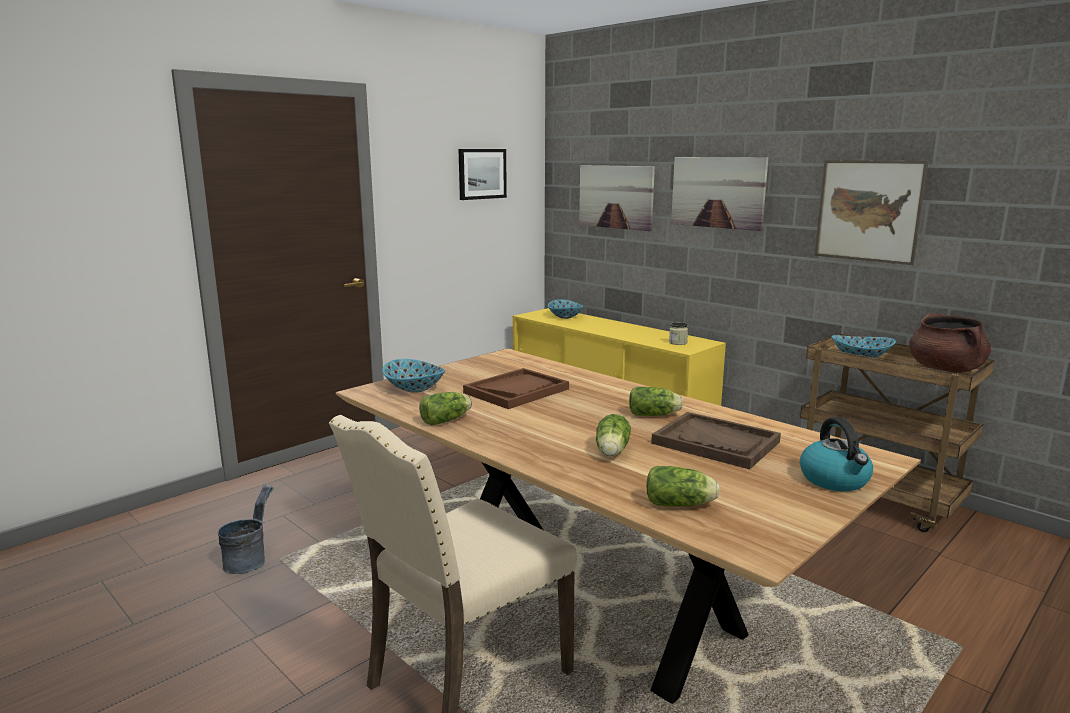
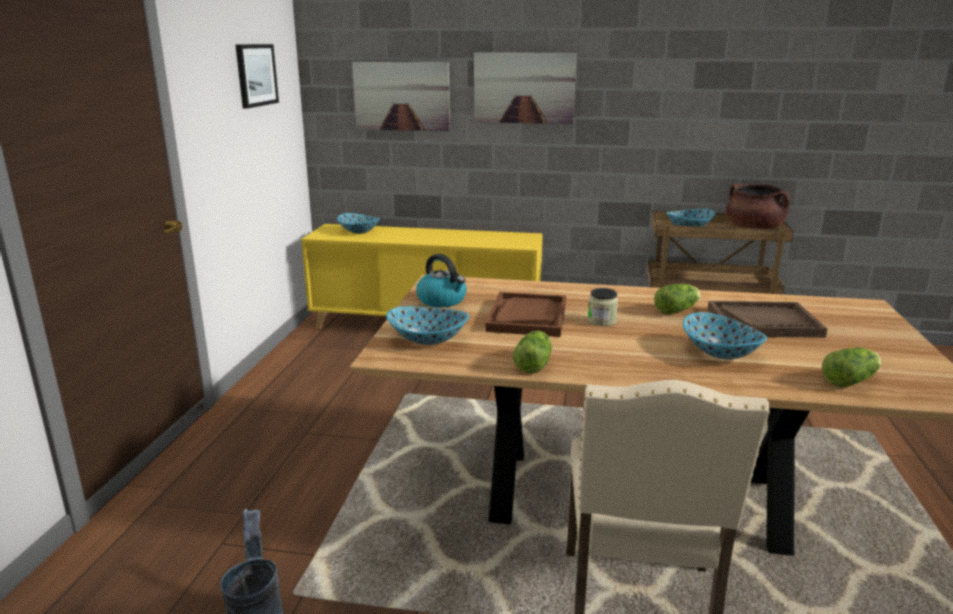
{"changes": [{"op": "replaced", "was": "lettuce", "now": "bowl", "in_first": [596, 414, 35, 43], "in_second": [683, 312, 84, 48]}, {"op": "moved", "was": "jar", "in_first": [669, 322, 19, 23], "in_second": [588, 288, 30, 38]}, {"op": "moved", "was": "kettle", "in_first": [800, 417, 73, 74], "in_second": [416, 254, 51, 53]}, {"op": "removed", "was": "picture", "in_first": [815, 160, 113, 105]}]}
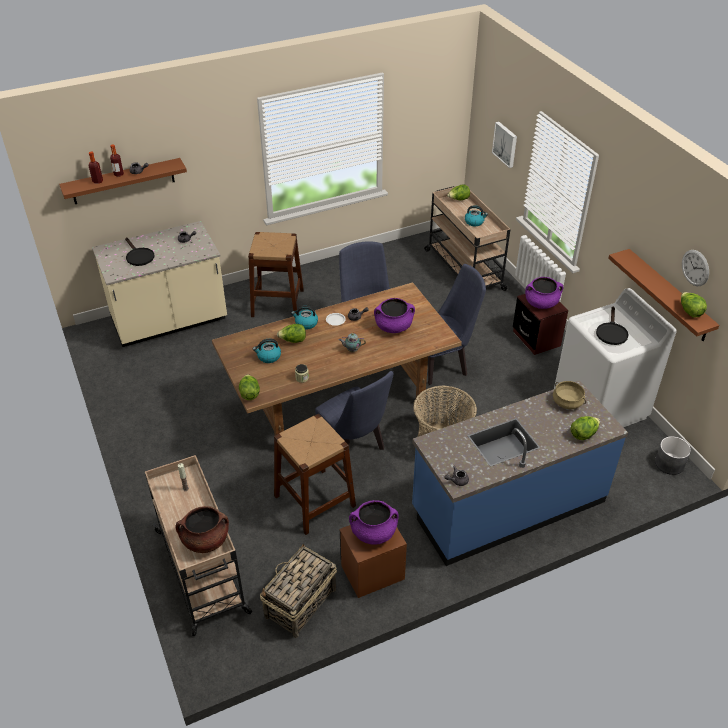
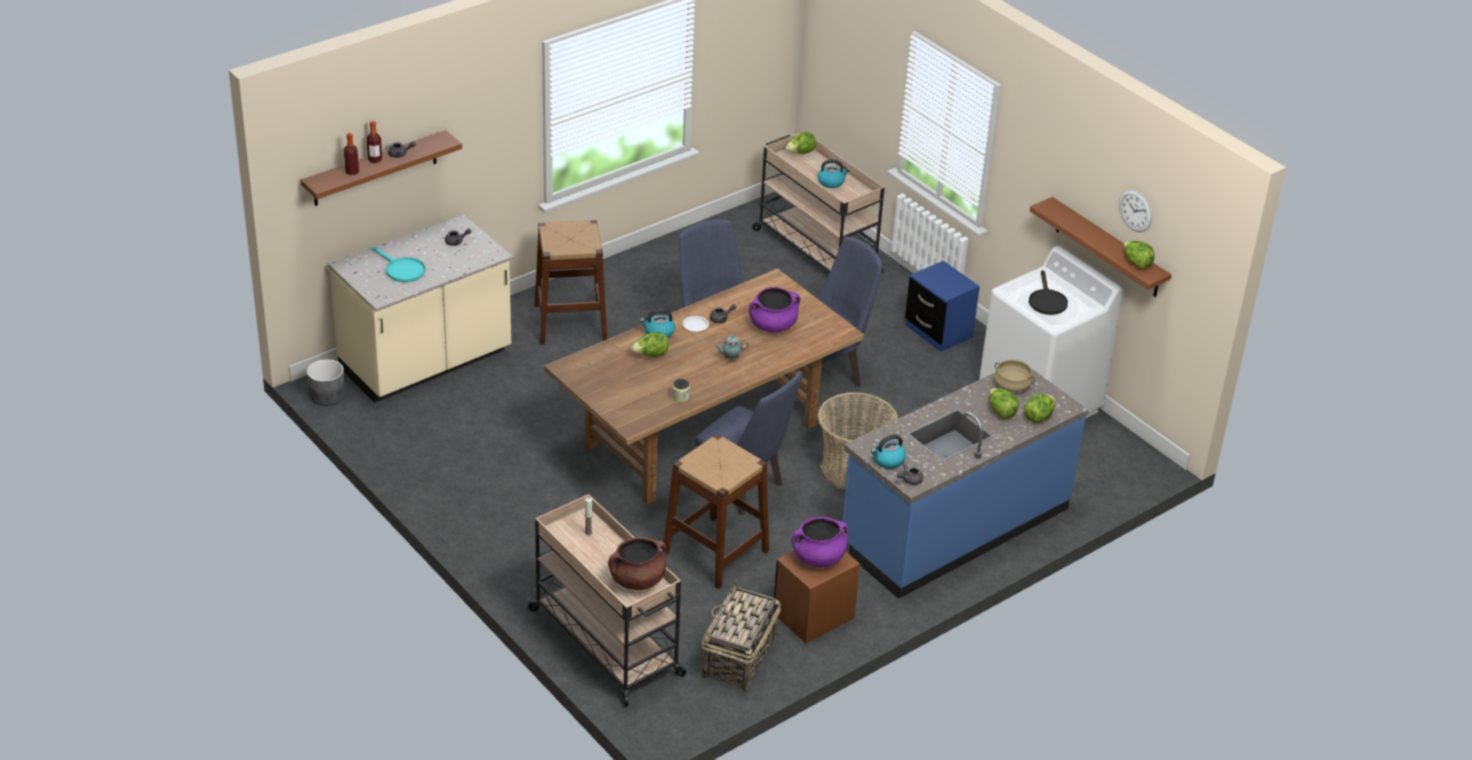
{"changes": [{"op": "recoloured", "was": "black frying pan", "now": "turquoise frying pan", "in_first": [125, 238, 29, 28], "in_second": [372, 246, 53, 36]}, {"op": "moved", "was": "lettuce", "in_first": [239, 374, 21, 26], "in_second": [989, 388, 29, 31]}, {"op": "moved", "was": "kettle", "in_first": [253, 339, 28, 24], "in_second": [871, 434, 35, 35]}, {"op": "removed", "was": "picture", "in_first": [492, 122, 25, 46]}, {"op": "recoloured", "was": "brown nightstand", "now": "blue nightstand", "in_first": [513, 294, 55, 61], "in_second": [905, 261, 75, 91]}, {"op": "removed", "was": "purple cooking pot", "in_first": [525, 277, 39, 32]}, {"op": "moved", "was": "grey planter", "in_first": [655, 436, 36, 39], "in_second": [307, 359, 39, 47]}]}
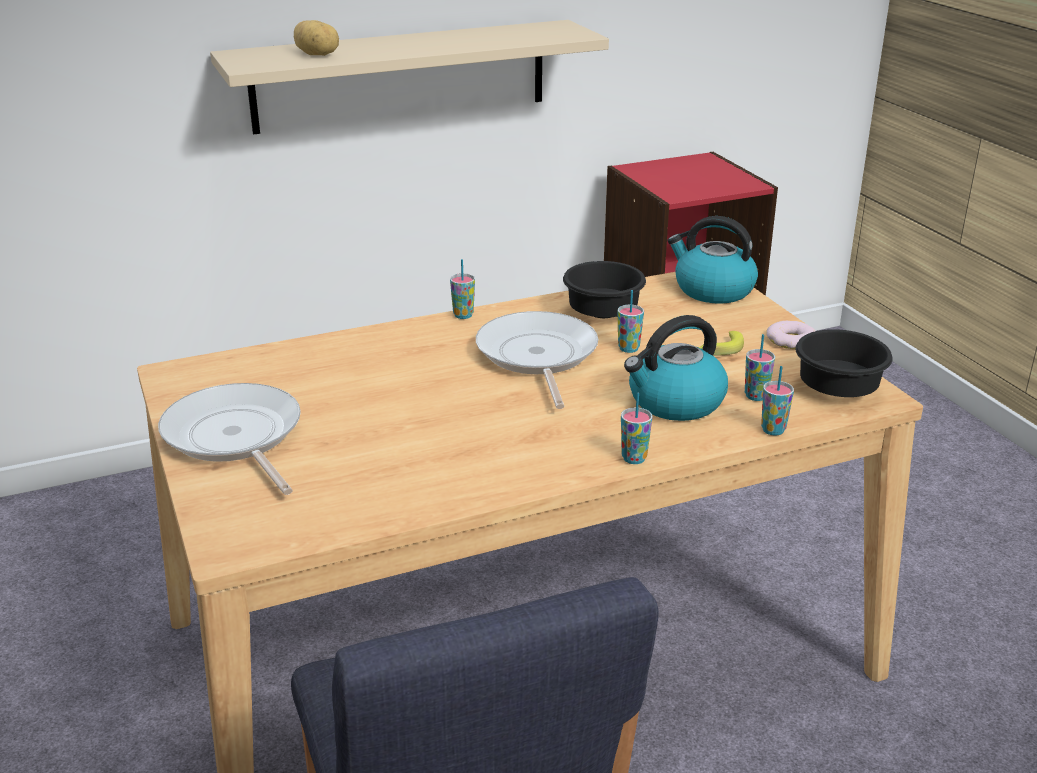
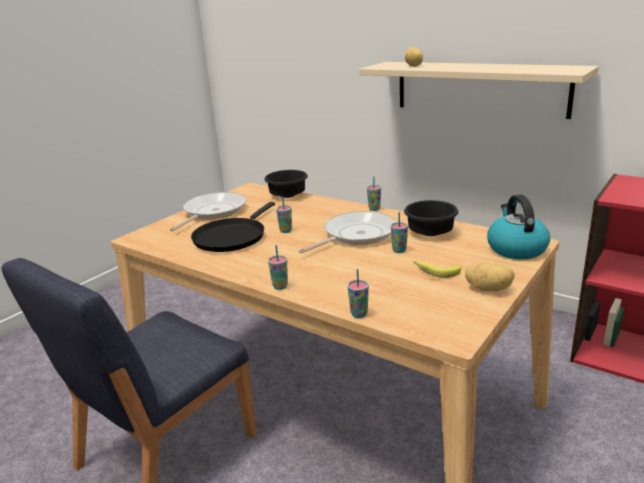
{"changes": [{"op": "removed", "was": "kettle", "in_first": [624, 315, 104, 106]}, {"op": "moved", "was": "cup", "in_first": [745, 334, 30, 67], "in_second": [276, 196, 16, 37]}, {"op": "replaced", "was": "donut", "now": "potato", "in_first": [766, 321, 50, 28], "in_second": [465, 263, 50, 29]}, {"op": "moved", "was": "black bowl", "in_first": [795, 329, 98, 68], "in_second": [264, 170, 44, 28]}, {"op": "added", "now": "black frying pan", "in_second": [191, 202, 84, 50]}]}
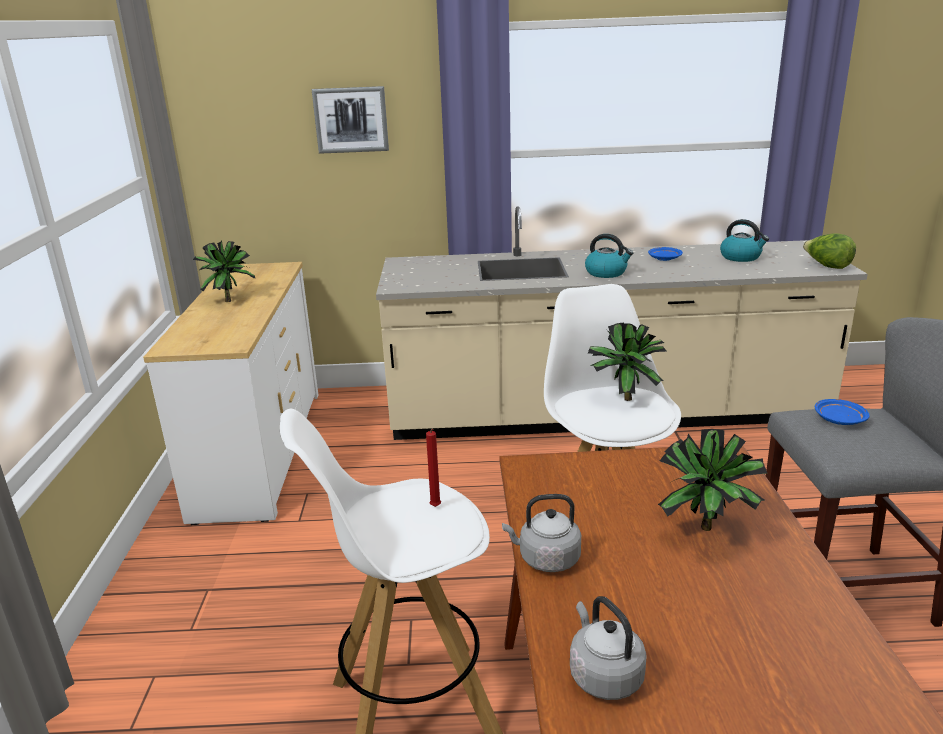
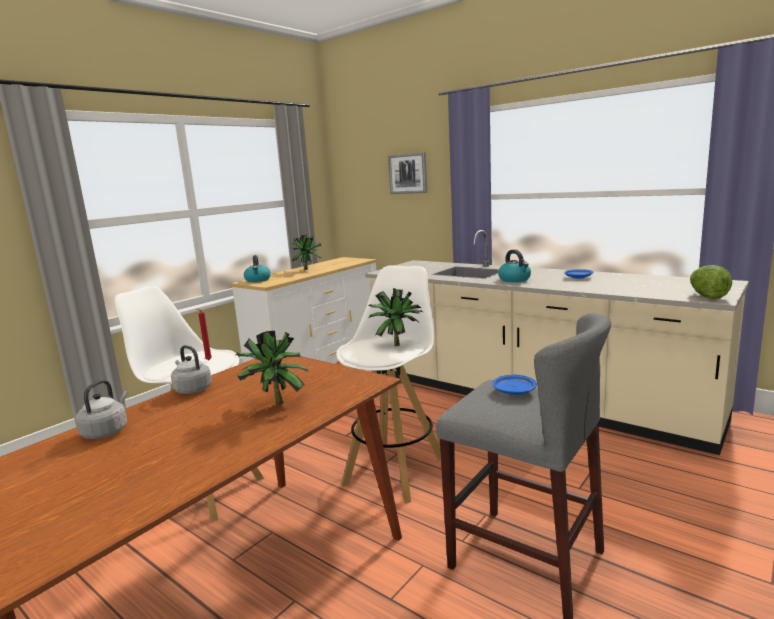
{"changes": [{"op": "moved", "was": "kettle", "in_first": [720, 219, 49, 43], "in_second": [244, 255, 27, 27]}]}
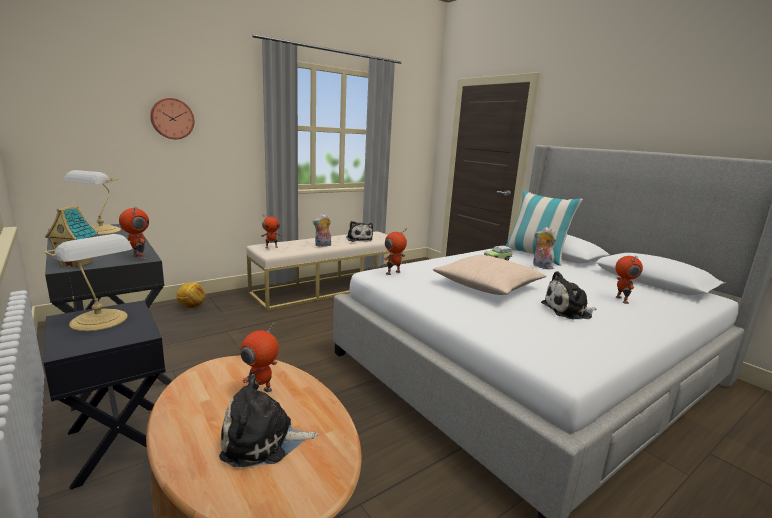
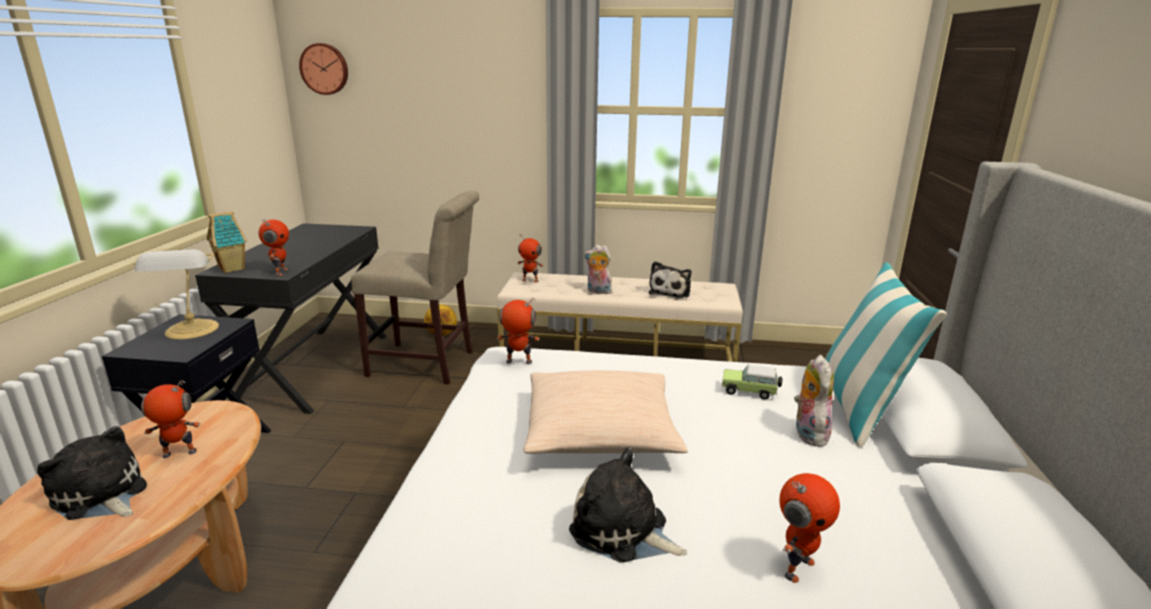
{"changes": [{"op": "removed", "was": "table lamp", "in_first": [63, 170, 58, 65]}, {"op": "moved", "was": "wall clock", "in_first": [150, 98, 44, 41], "in_second": [299, 43, 49, 52]}, {"op": "added", "now": "beige chair", "in_second": [351, 191, 128, 193]}]}
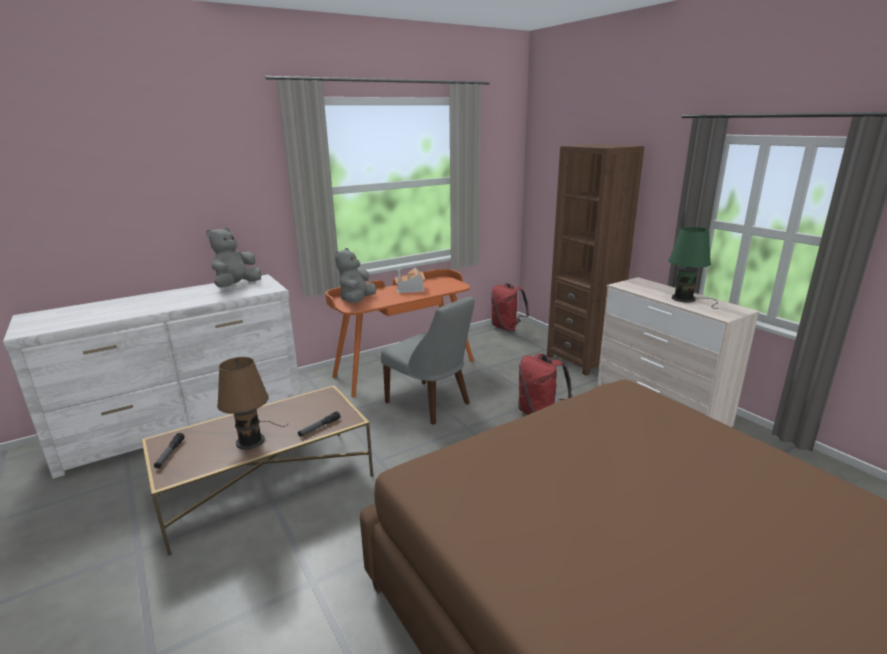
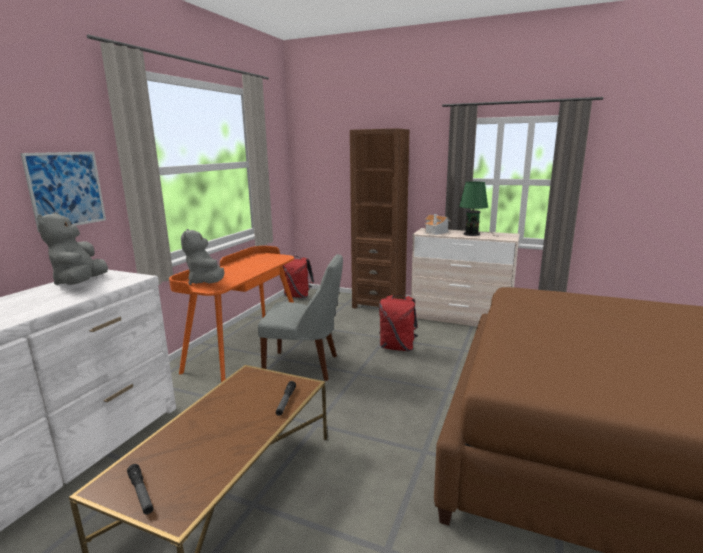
{"changes": [{"op": "removed", "was": "brown table lamp", "in_first": [217, 357, 72, 93]}, {"op": "moved", "was": "toy house", "in_first": [395, 268, 30, 25], "in_second": [424, 214, 27, 21]}, {"op": "added", "now": "picture", "in_second": [21, 152, 85, 80]}]}
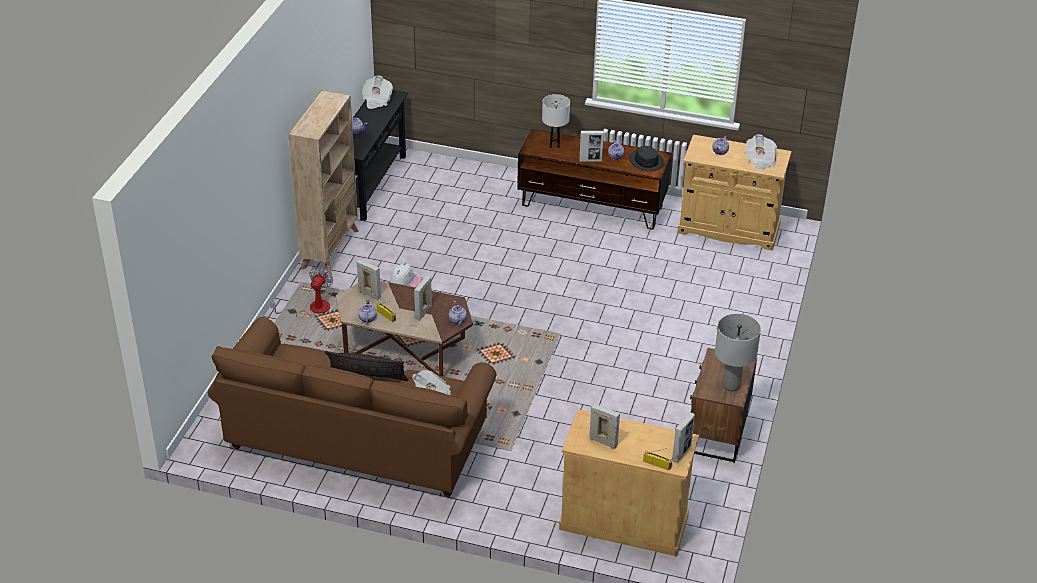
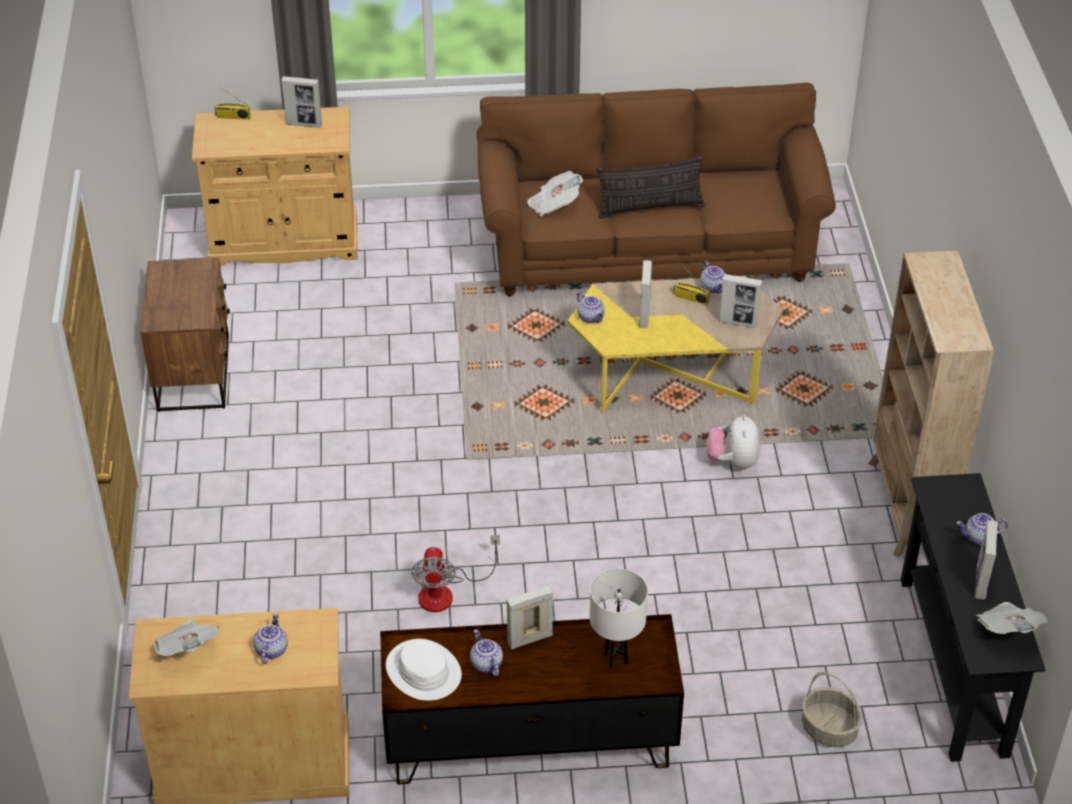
{"changes": [{"op": "moved", "was": "fan", "in_first": [270, 267, 63, 51], "in_second": [411, 535, 89, 77]}, {"op": "recoloured", "was": "brown coffee table", "now": "yellow coffee table", "in_first": [336, 281, 137, 95], "in_second": [568, 276, 215, 137]}, {"op": "recoloured", "was": "black hat", "now": "white hat", "in_first": [629, 146, 35, 25], "in_second": [386, 639, 76, 62]}, {"op": "moved", "was": "picture frame", "in_first": [672, 412, 23, 51], "in_second": [975, 520, 23, 80]}, {"op": "removed", "was": "grey table lamp", "in_first": [715, 314, 46, 77]}, {"op": "added", "now": "basket", "in_second": [801, 672, 62, 75]}]}
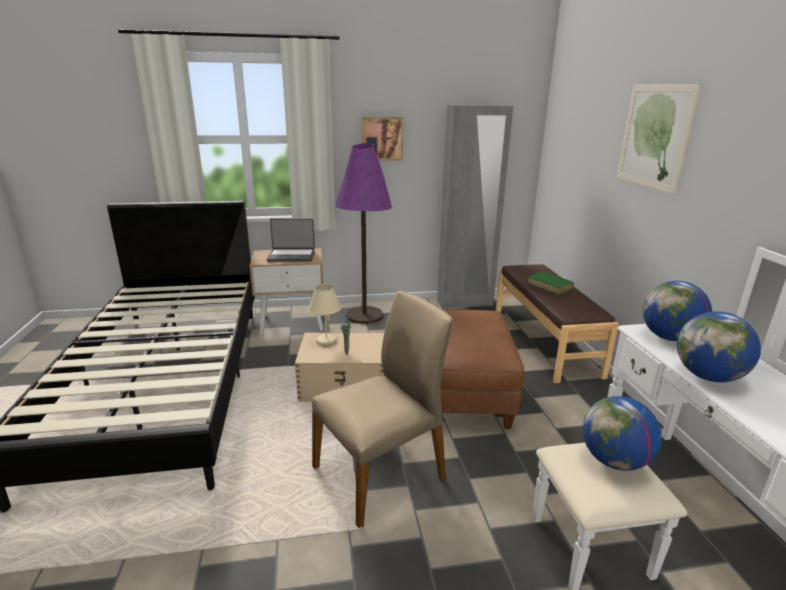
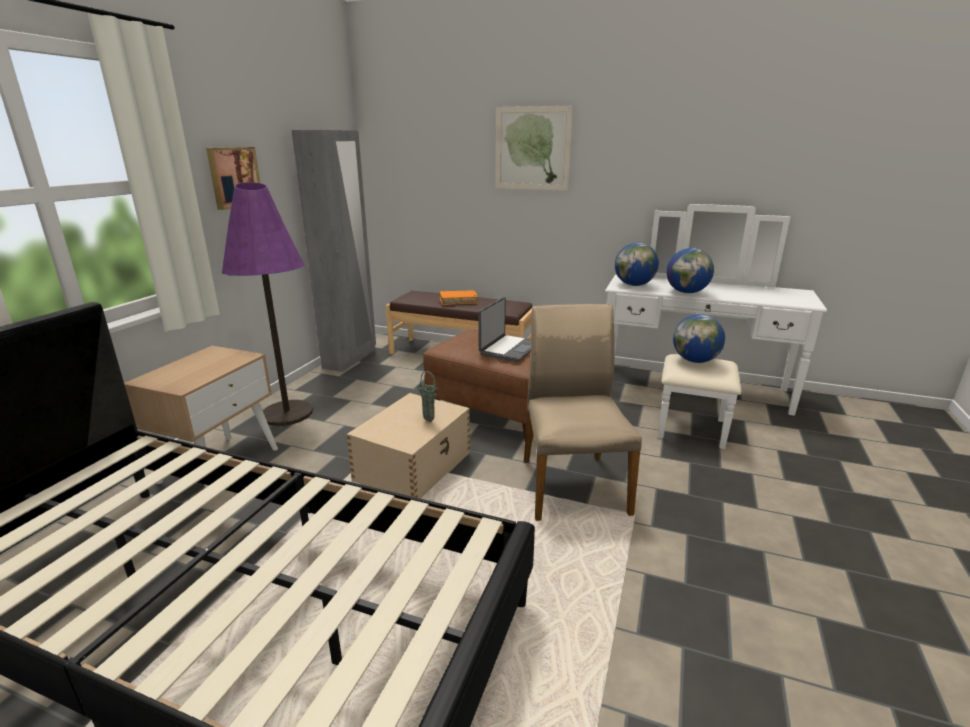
{"changes": [{"op": "moved", "was": "laptop", "in_first": [267, 218, 48, 44], "in_second": [478, 297, 53, 65]}, {"op": "removed", "was": "beige table lamp", "in_first": [308, 284, 34, 61]}, {"op": "recoloured", "was": "green book", "now": "orange book", "in_first": [527, 271, 47, 24], "in_second": [440, 291, 38, 14]}]}
